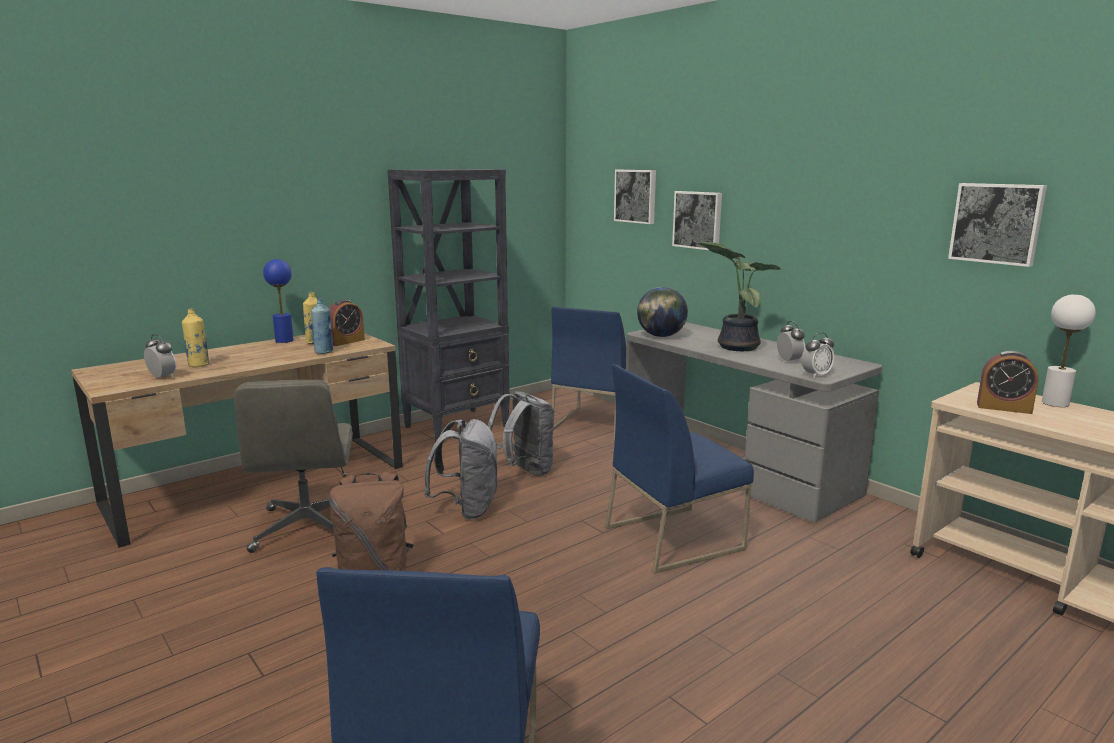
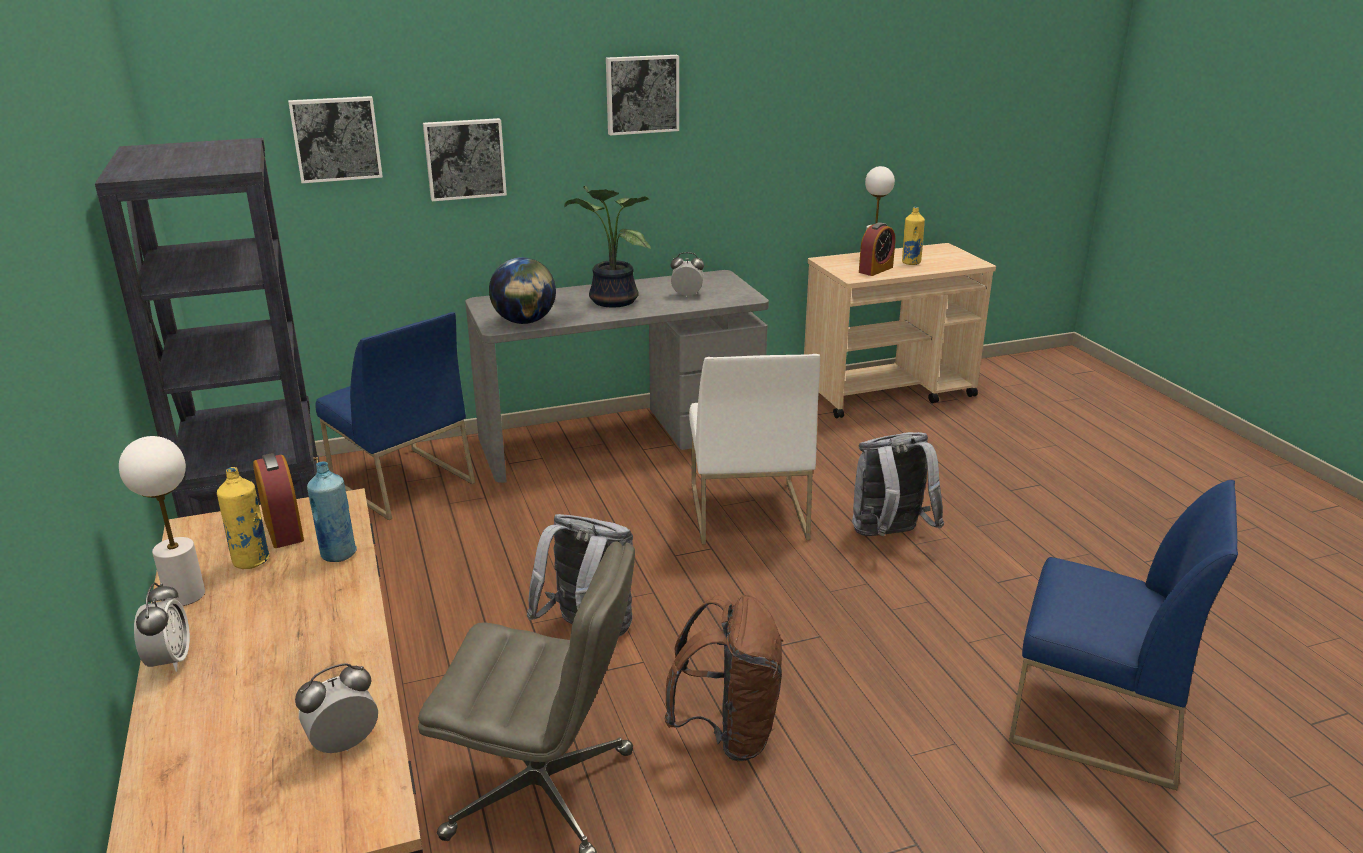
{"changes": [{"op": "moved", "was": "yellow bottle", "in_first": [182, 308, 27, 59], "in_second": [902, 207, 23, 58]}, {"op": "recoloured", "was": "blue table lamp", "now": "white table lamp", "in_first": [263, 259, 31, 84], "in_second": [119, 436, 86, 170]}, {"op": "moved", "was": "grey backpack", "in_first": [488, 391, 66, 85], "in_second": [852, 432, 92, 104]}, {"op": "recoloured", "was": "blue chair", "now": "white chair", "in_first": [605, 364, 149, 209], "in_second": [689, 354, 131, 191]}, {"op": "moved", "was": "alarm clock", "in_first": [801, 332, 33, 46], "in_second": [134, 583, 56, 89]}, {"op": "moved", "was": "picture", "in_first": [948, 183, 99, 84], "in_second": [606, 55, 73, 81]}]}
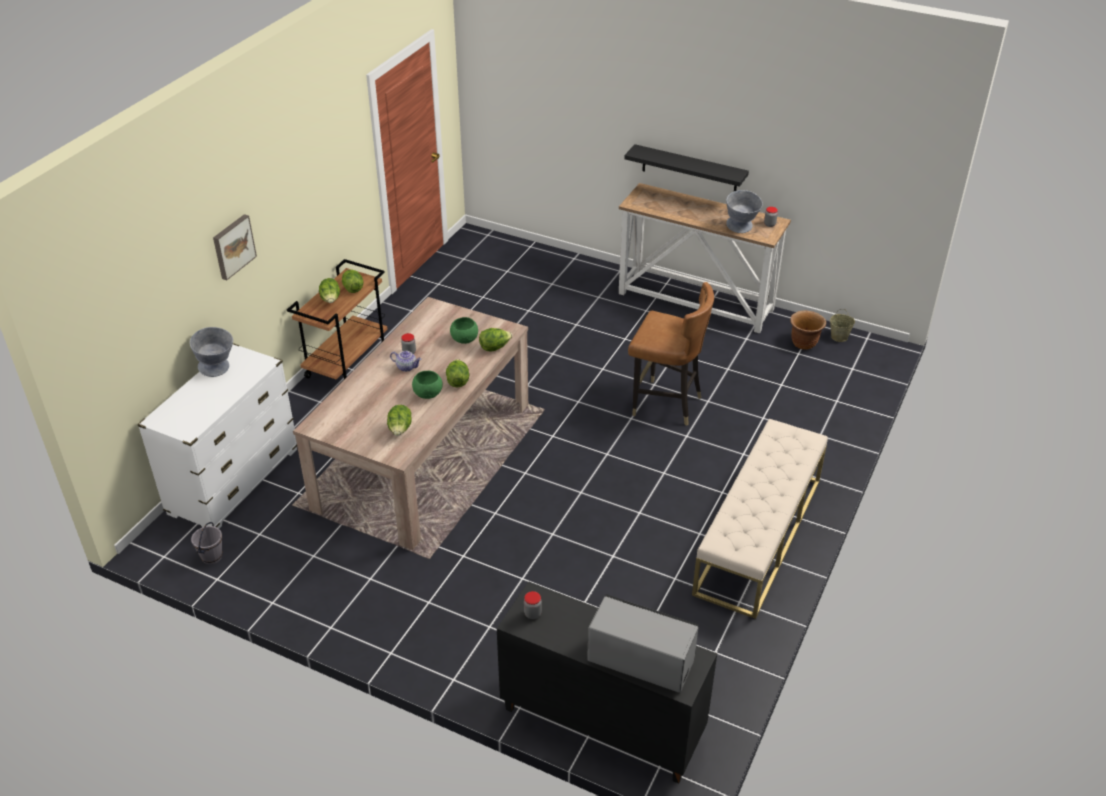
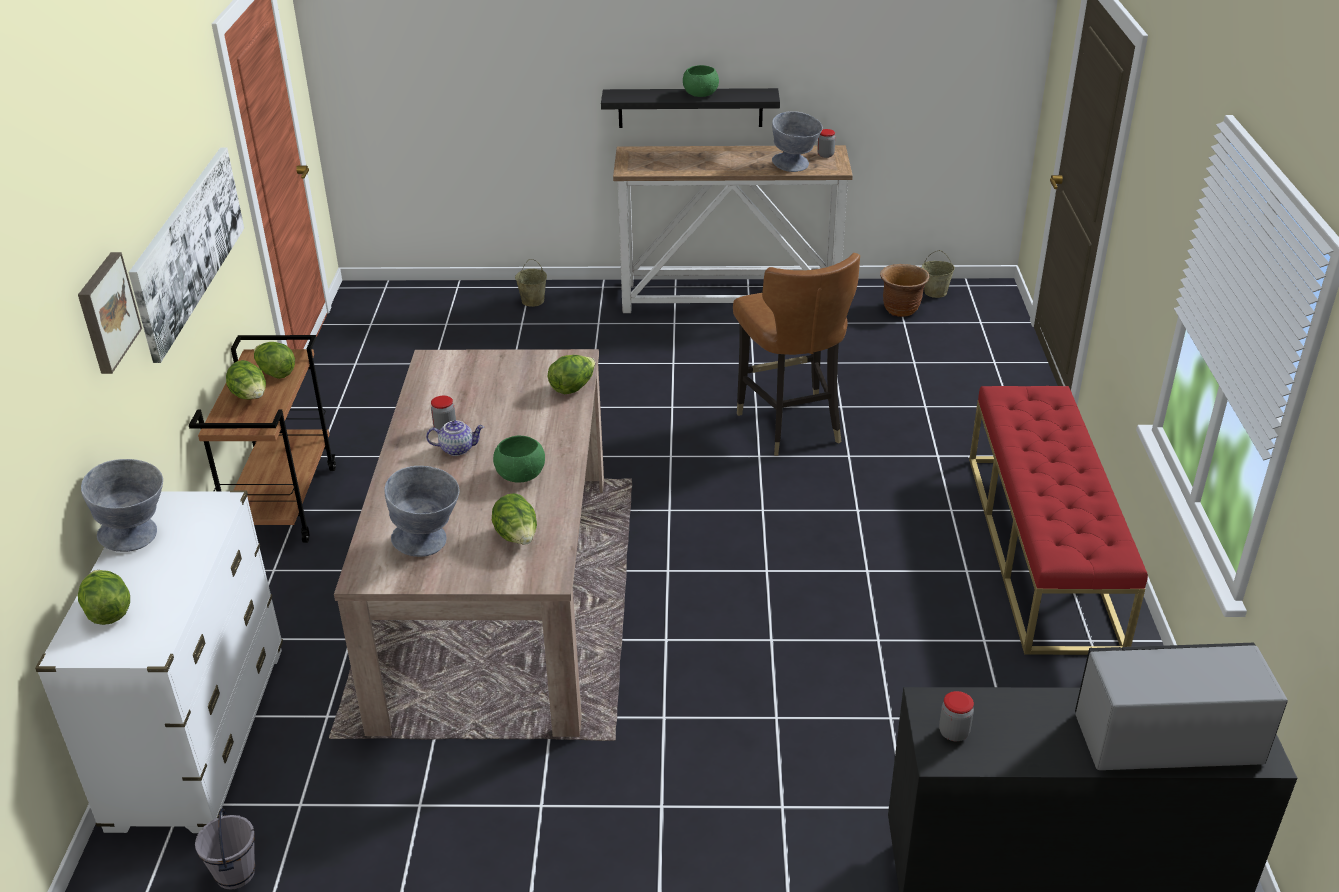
{"changes": [{"op": "moved", "was": "lettuce", "in_first": [446, 359, 23, 29], "in_second": [78, 570, 52, 55]}, {"op": "moved", "was": "green bowl", "in_first": [450, 317, 28, 27], "in_second": [683, 65, 36, 32]}, {"op": "turned", "was": "brown chair", "in_first": [628, 282, 86, 144], "in_second": [733, 253, 127, 203], "clockwise": 75}, {"op": "recoloured", "was": "beige bench", "now": "red bench", "in_first": [692, 419, 136, 200], "in_second": [969, 386, 179, 269]}, {"op": "added", "now": "picture", "in_second": [128, 147, 116, 216]}, {"op": "added", "now": "grey bowl", "in_second": [384, 466, 75, 91]}, {"op": "added", "now": "beige bucket", "in_second": [515, 259, 32, 48]}]}
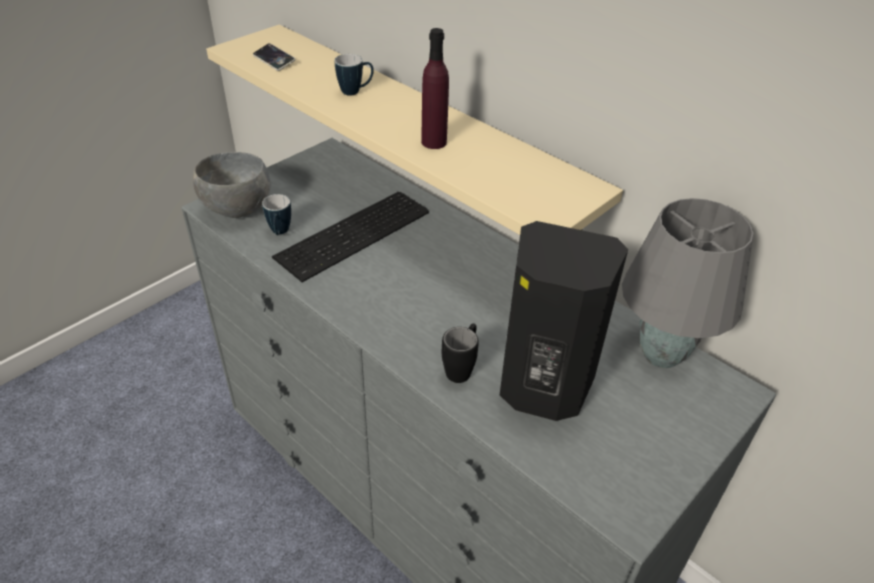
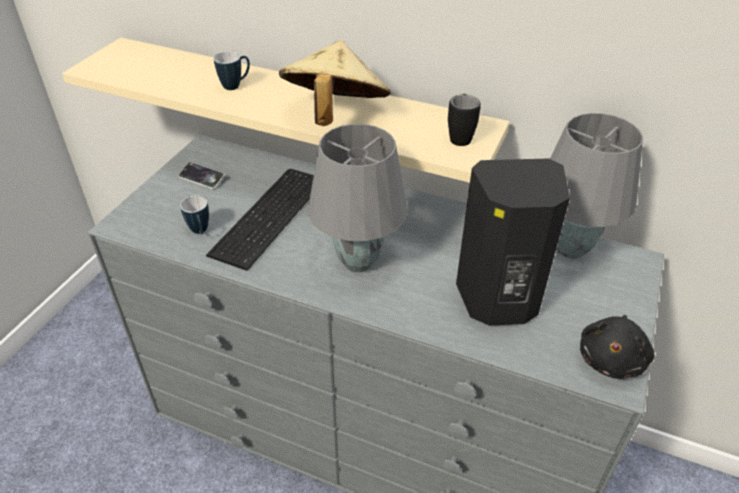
{"changes": [{"op": "removed", "was": "grey bowl", "in_first": [193, 152, 78, 66]}, {"op": "moved", "was": "phone", "in_first": [253, 43, 42, 28], "in_second": [178, 162, 47, 27]}, {"op": "replaced", "was": "purple bottle", "now": "beige hat", "in_first": [421, 28, 28, 121], "in_second": [279, 40, 112, 86]}, {"op": "moved", "was": "black mug", "in_first": [442, 323, 37, 60], "in_second": [448, 94, 33, 52]}, {"op": "added", "now": "grey table lamp", "in_second": [308, 124, 100, 148]}, {"op": "added", "now": "black plush toy", "in_second": [580, 315, 74, 64]}]}
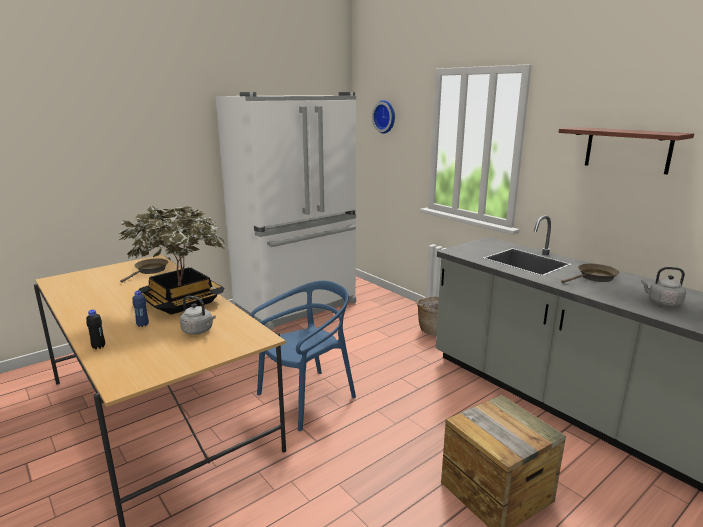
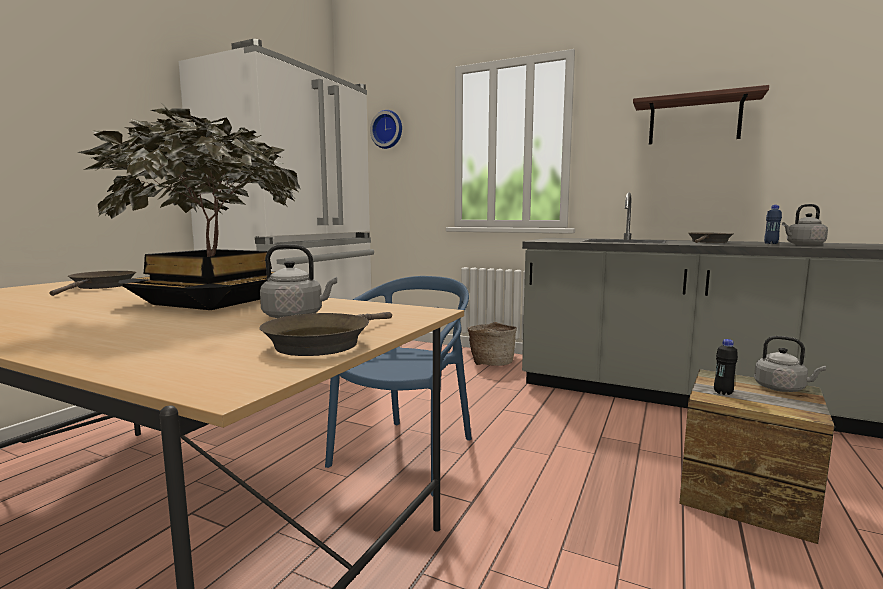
{"changes": [{"op": "moved", "was": "black bottle", "in_first": [86, 310, 19, 39], "in_second": [714, 339, 24, 56]}, {"op": "moved", "was": "blue bottle", "in_first": [133, 291, 16, 36], "in_second": [764, 205, 18, 39]}, {"op": "added", "now": "brown frying pan", "in_second": [259, 312, 133, 44]}, {"op": "added", "now": "grey kettle", "in_second": [754, 336, 72, 56]}]}
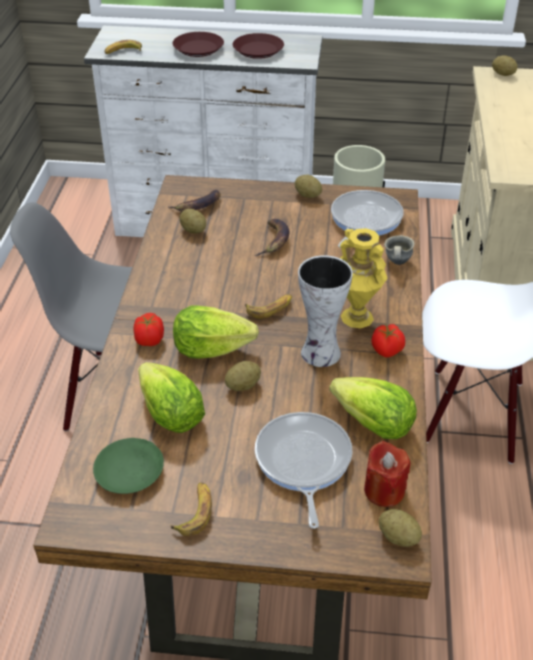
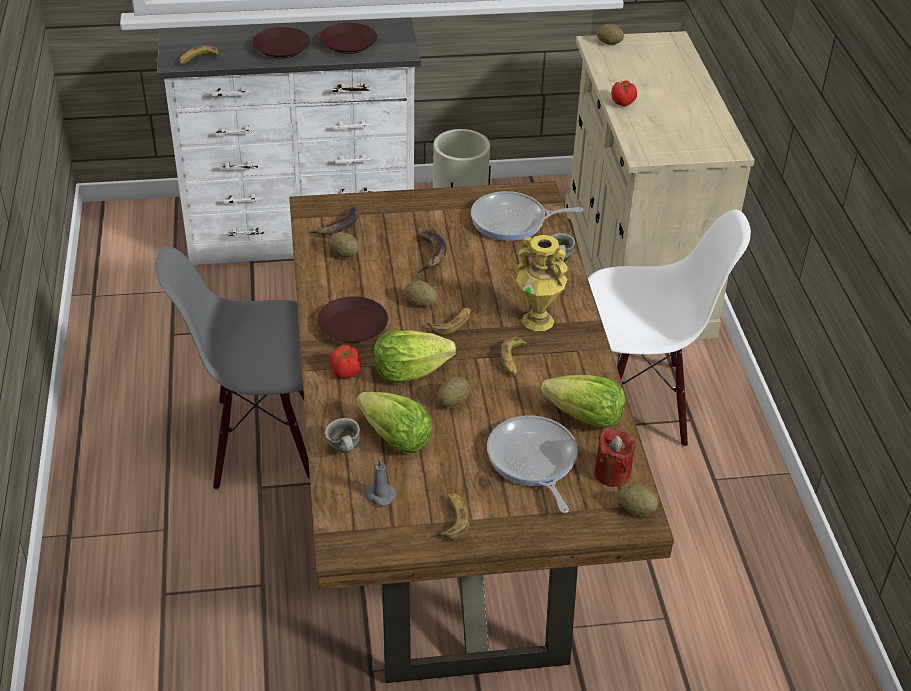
{"changes": [{"op": "replaced", "was": "green plate", "now": "grey candle", "in_first": [93, 438, 71, 56], "in_second": [364, 457, 32, 49]}, {"op": "moved", "was": "potato", "in_first": [295, 175, 27, 23], "in_second": [404, 280, 33, 26]}, {"op": "replaced", "was": "vase", "now": "banana", "in_first": [298, 255, 55, 112], "in_second": [500, 337, 30, 39]}, {"op": "turned", "was": "frying pan", "in_first": [331, 190, 73, 58], "in_second": [471, 191, 112, 50], "clockwise": -105}, {"op": "moved", "was": "tomato", "in_first": [371, 324, 34, 33], "in_second": [611, 80, 26, 27]}, {"op": "added", "now": "brown plate", "in_second": [317, 296, 71, 47]}, {"op": "added", "now": "grey mug", "in_second": [325, 418, 35, 35]}]}
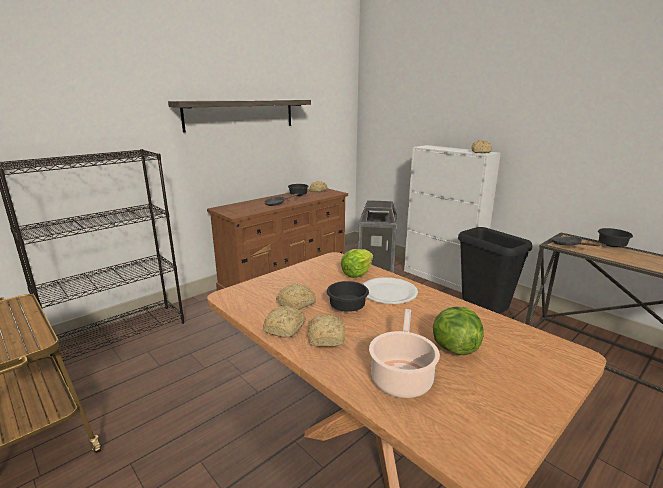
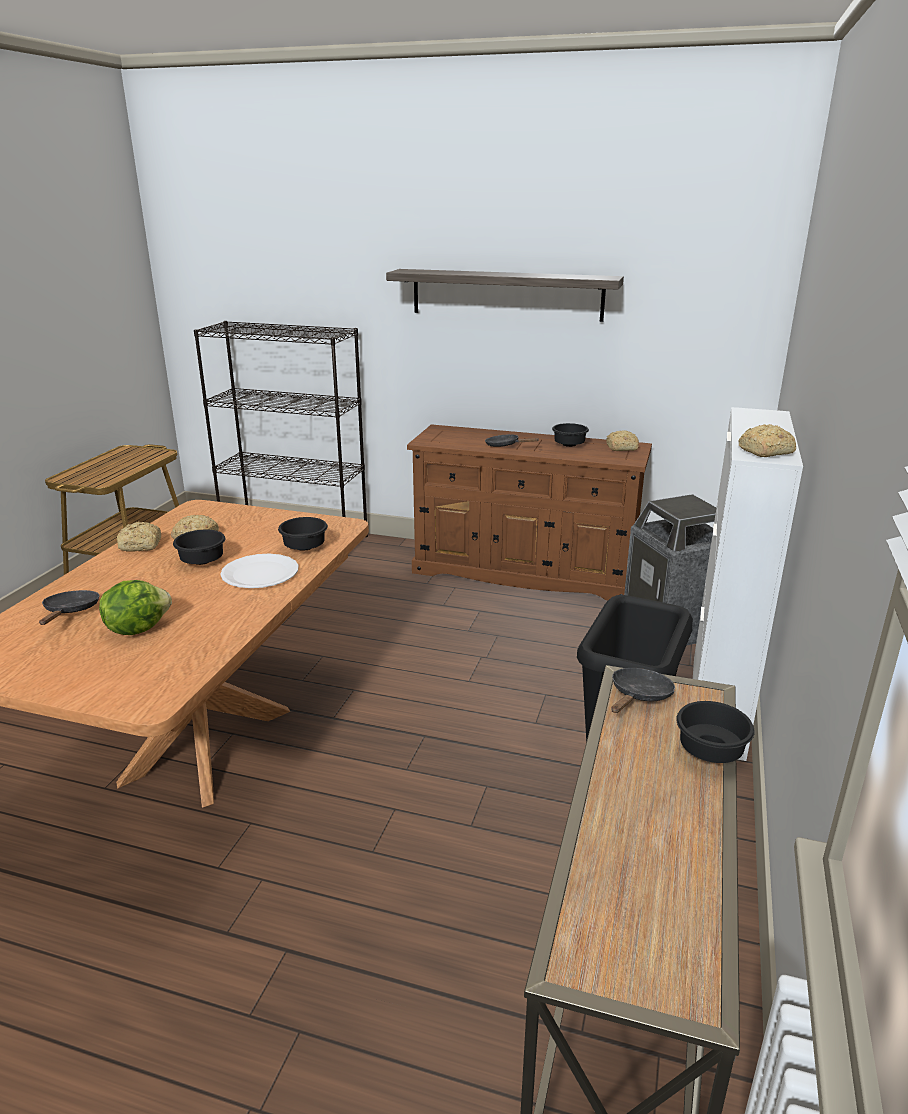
{"changes": [{"op": "removed", "was": "bread", "in_first": [308, 314, 37, 33]}, {"op": "replaced", "was": "lettuce", "now": "black bowl", "in_first": [341, 249, 32, 29], "in_second": [278, 517, 50, 34]}, {"op": "replaced", "was": "cooking pot", "now": "black frying pan", "in_first": [369, 309, 71, 89], "in_second": [39, 590, 61, 35]}]}
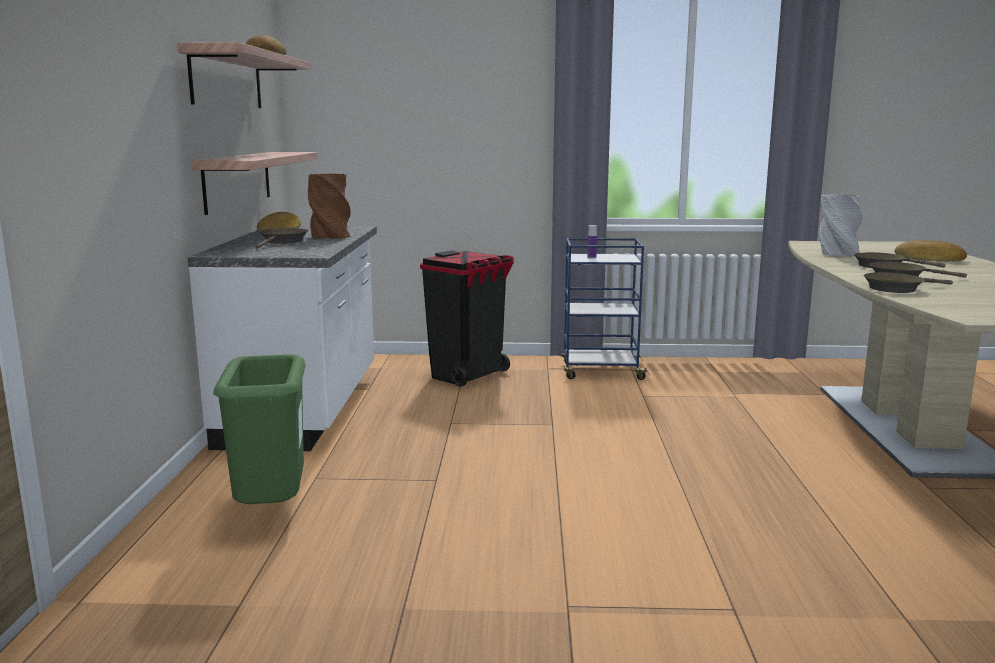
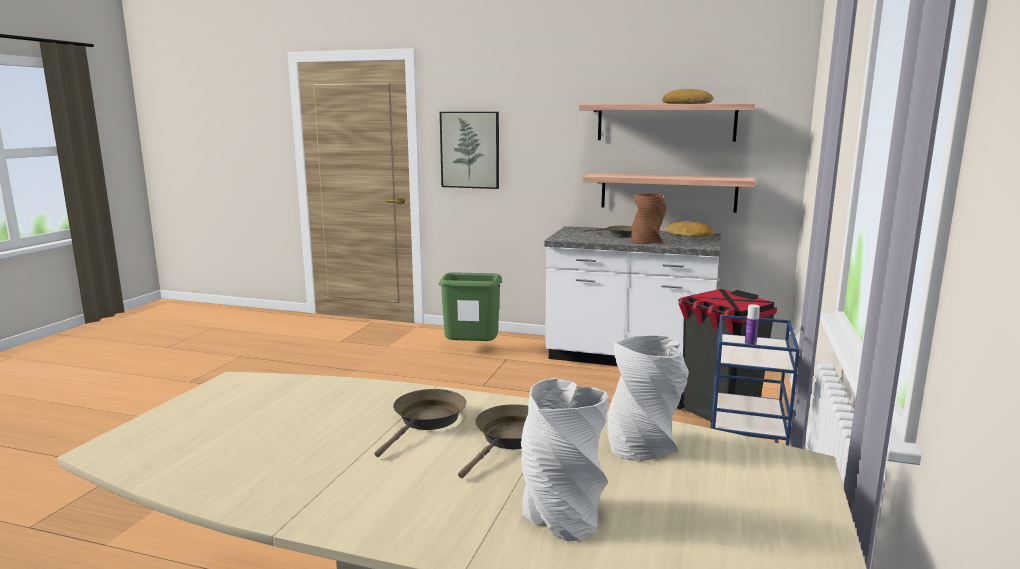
{"changes": [{"op": "removed", "was": "brown frying pan", "in_first": [863, 272, 90, 21]}, {"op": "replaced", "was": "bread", "now": "grey vase", "in_first": [895, 240, 72, 22], "in_second": [521, 378, 88, 163]}, {"op": "added", "now": "picture", "in_second": [440, 112, 59, 77]}]}
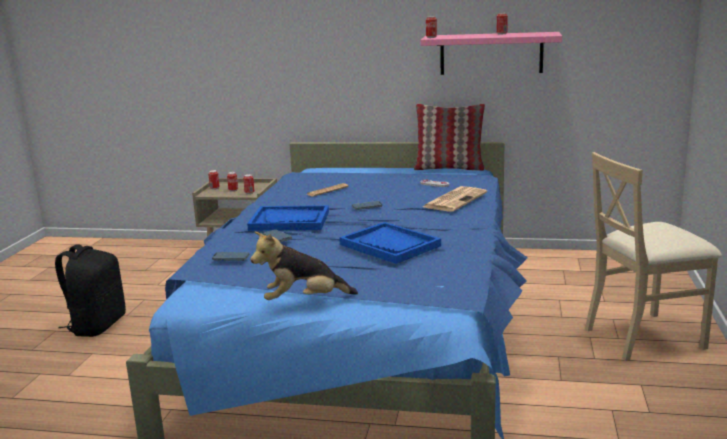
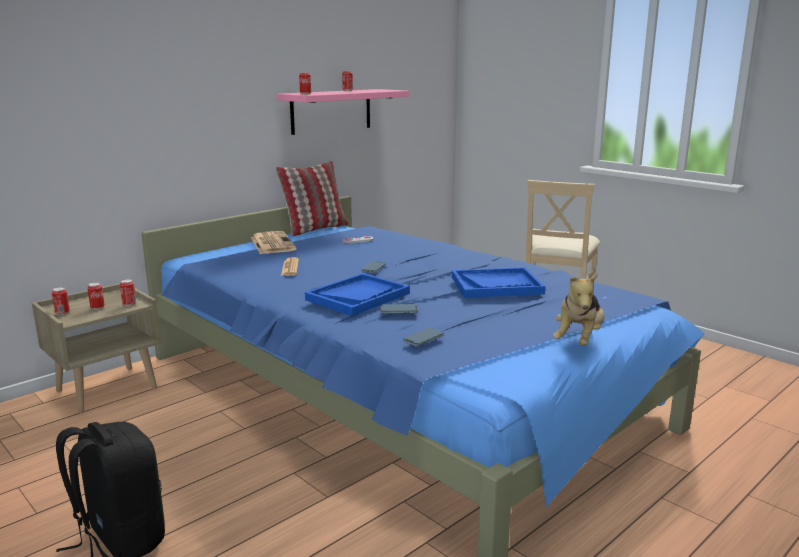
{"changes": [{"op": "moved", "was": "newspaper", "in_first": [423, 186, 64, 26], "in_second": [251, 231, 46, 23]}]}
